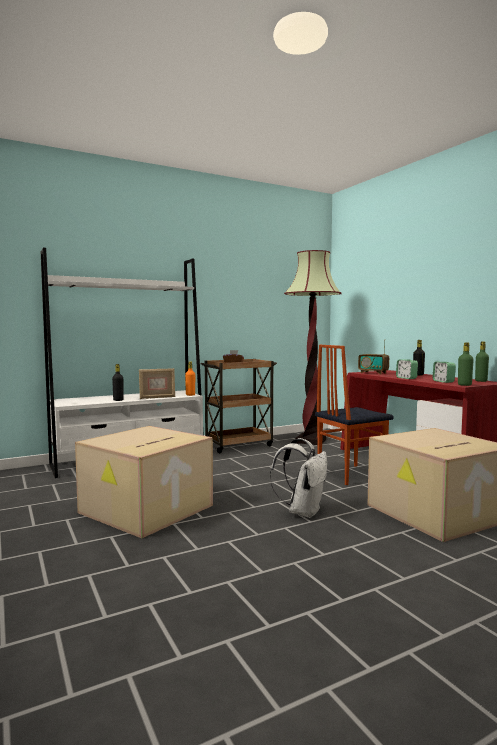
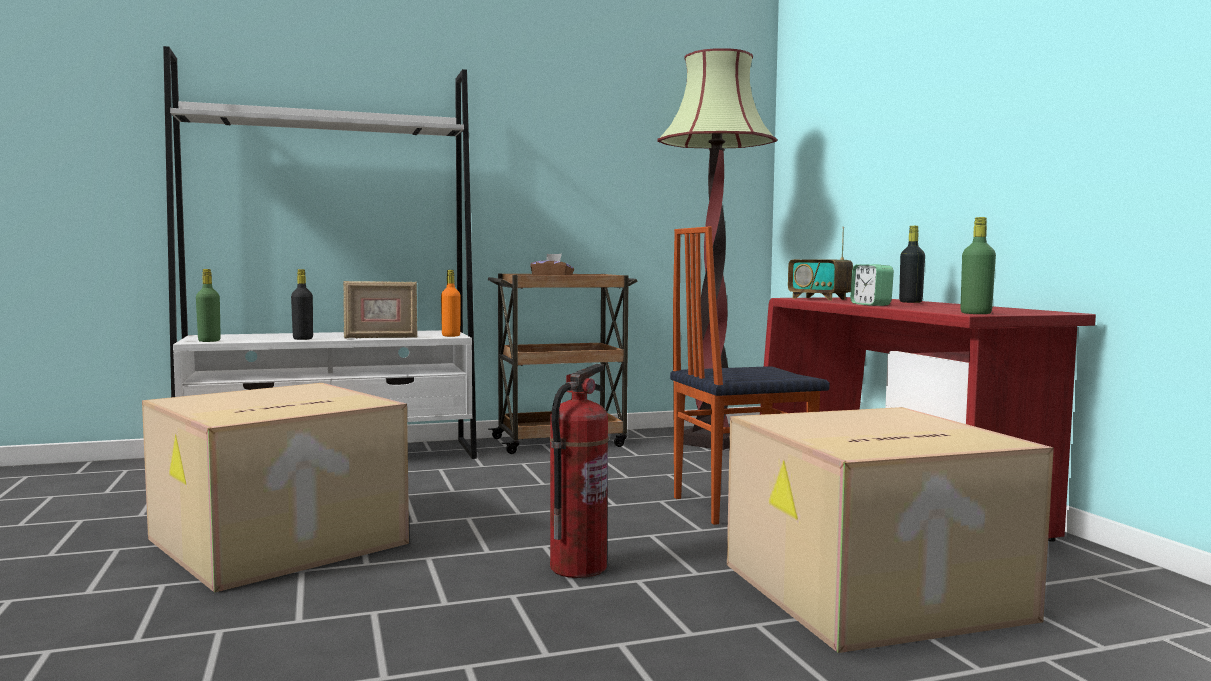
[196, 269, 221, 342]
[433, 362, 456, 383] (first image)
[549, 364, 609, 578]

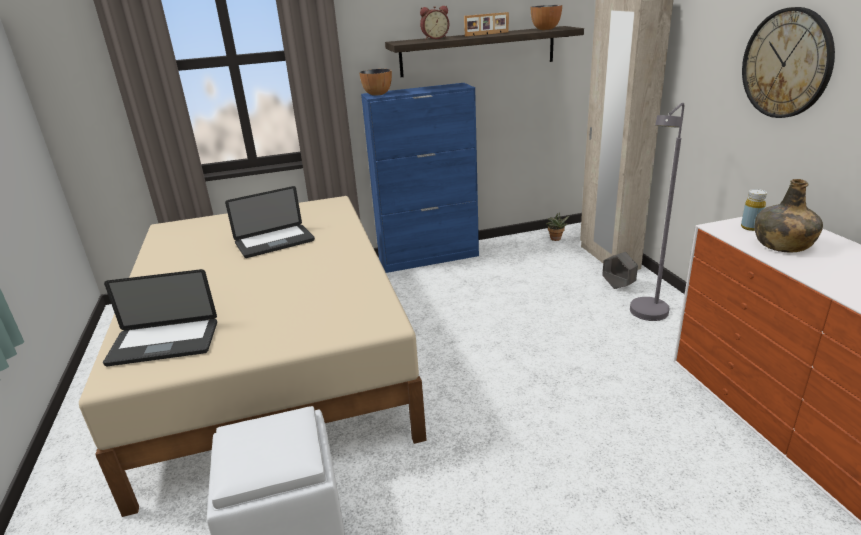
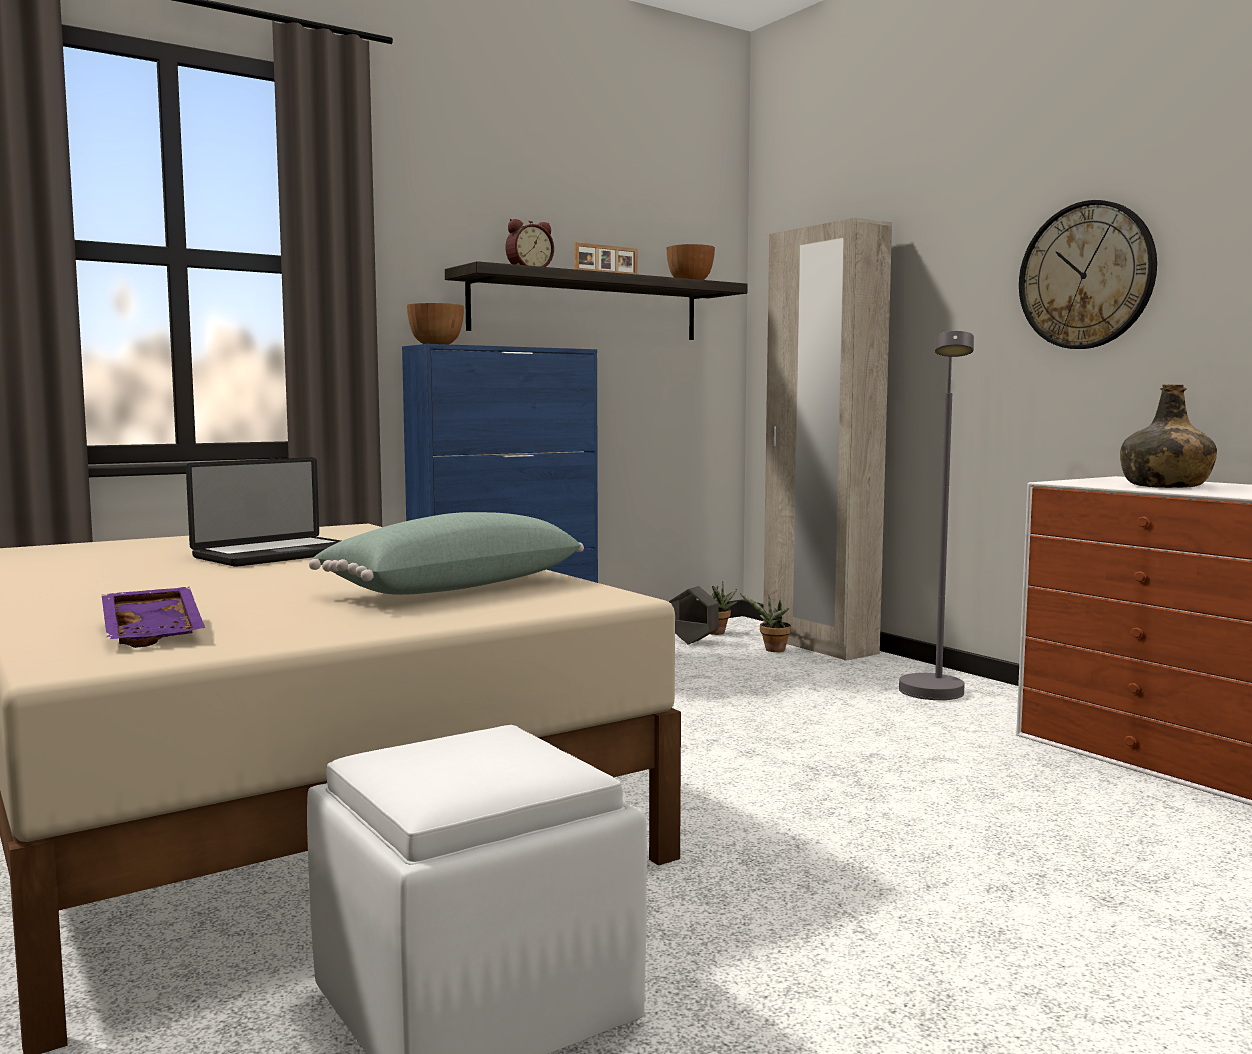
[741, 189, 767, 231] (first image)
[668, 586, 719, 645]
[102, 587, 205, 648]
[309, 512, 584, 595]
[740, 594, 791, 652]

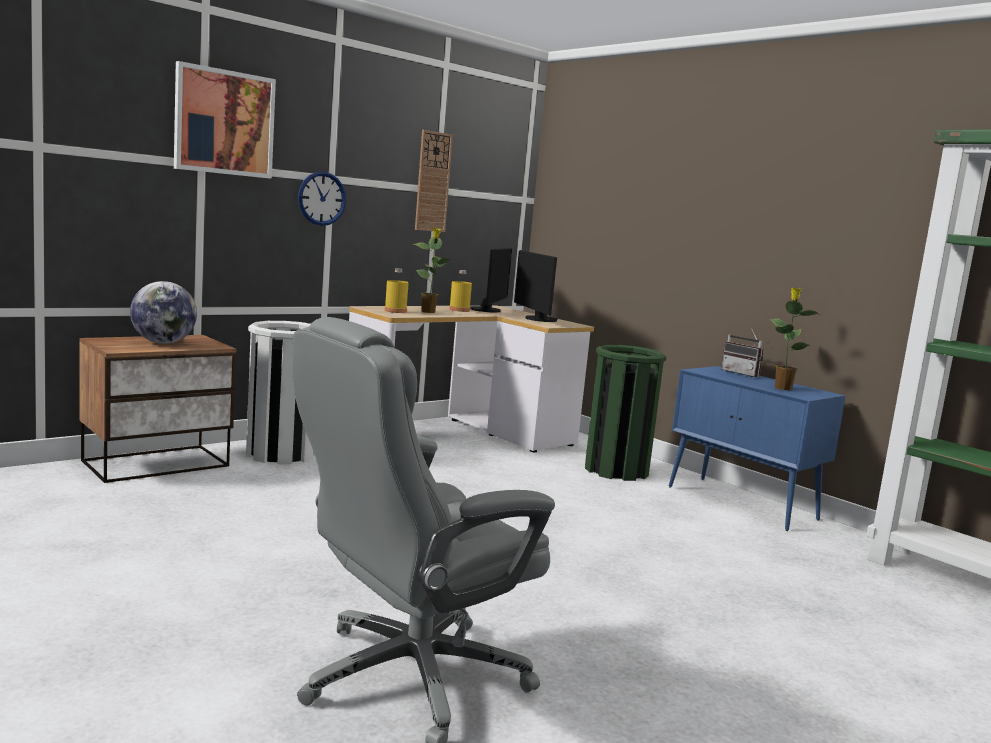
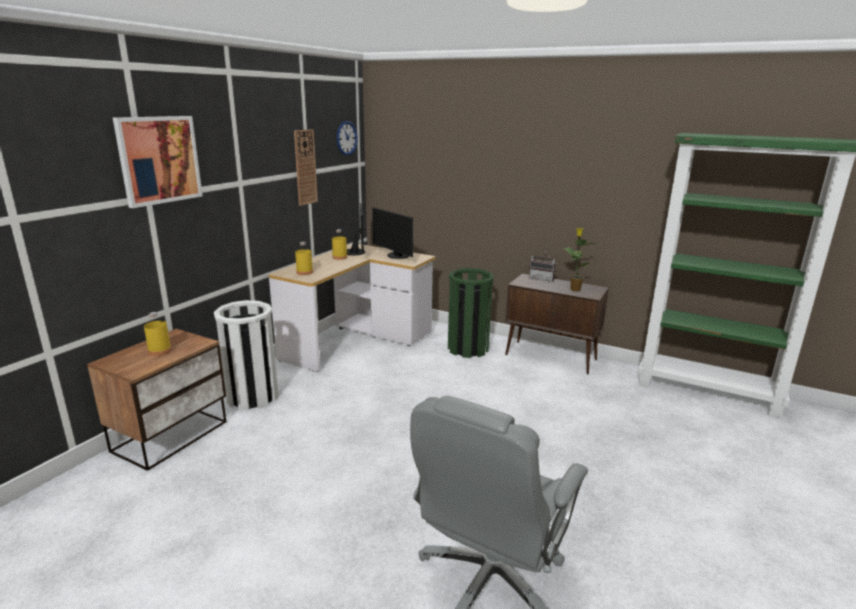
[337, 121, 357, 155]
[413, 228, 452, 313] (first image)
[144, 312, 172, 356]
[505, 274, 609, 375]

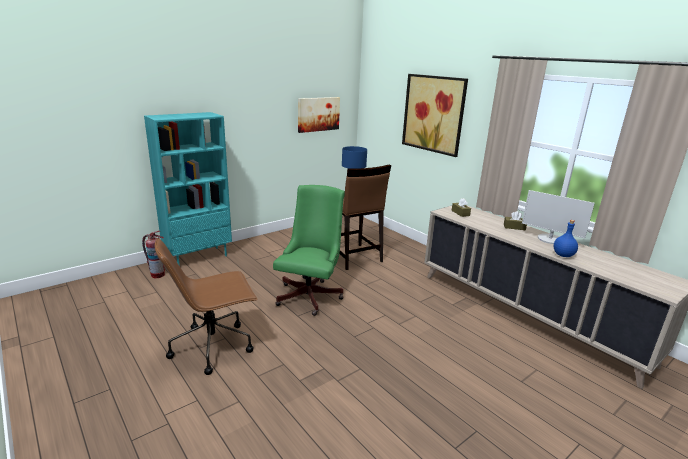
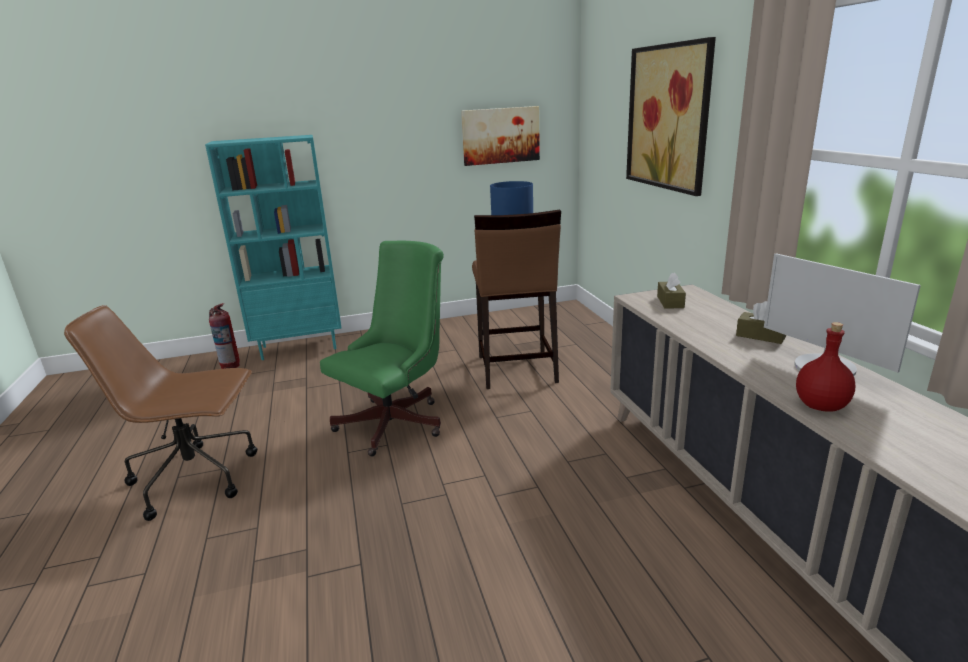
[796, 322, 855, 412]

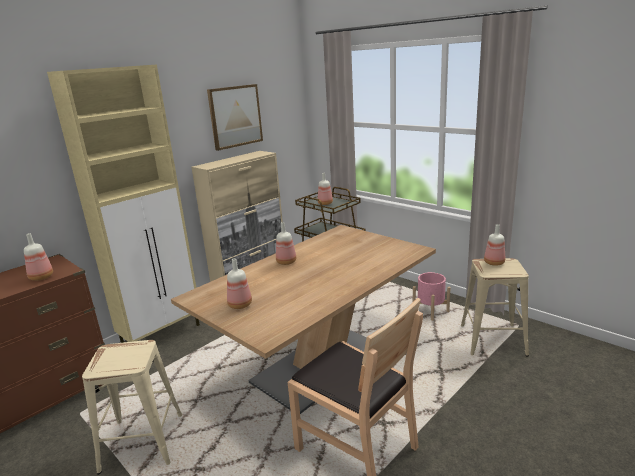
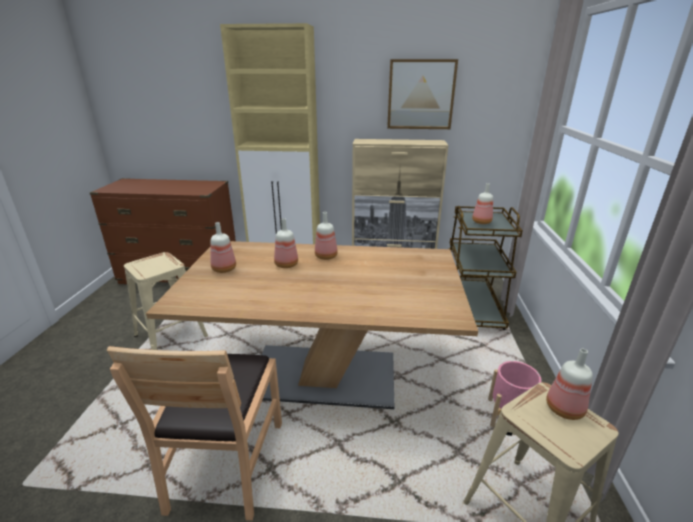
[274, 218, 298, 268]

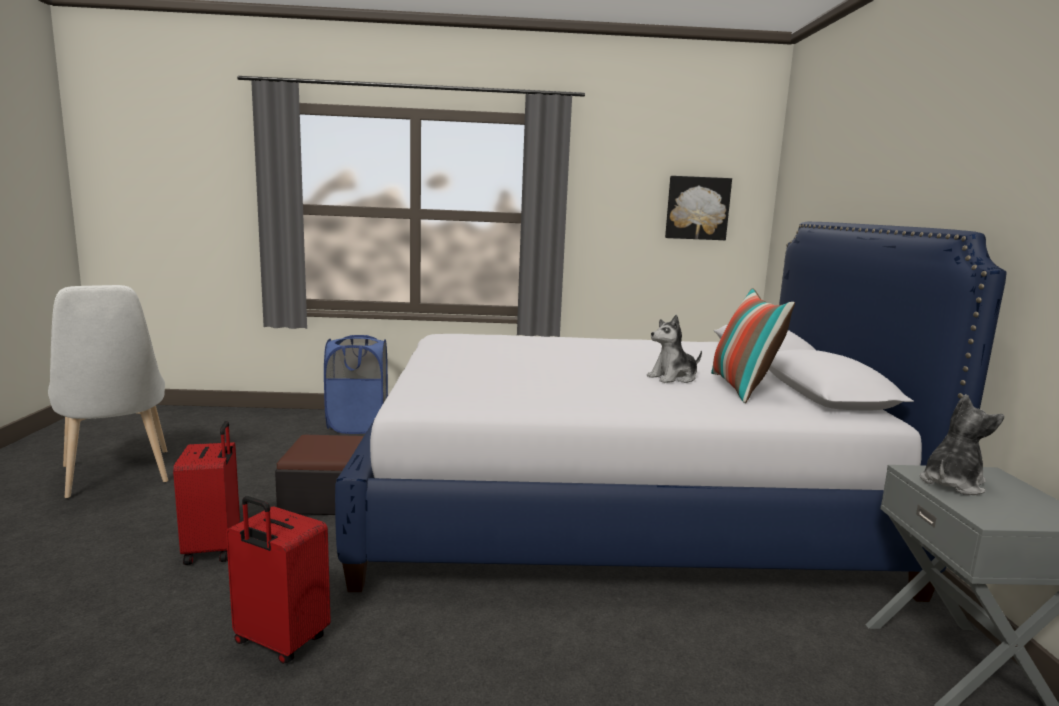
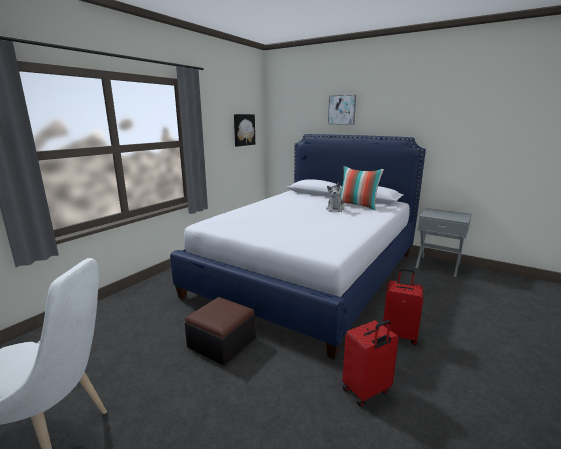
[324, 335, 388, 434] (first image)
[920, 394, 1005, 495] (first image)
[383, 268, 423, 345]
[328, 95, 356, 125]

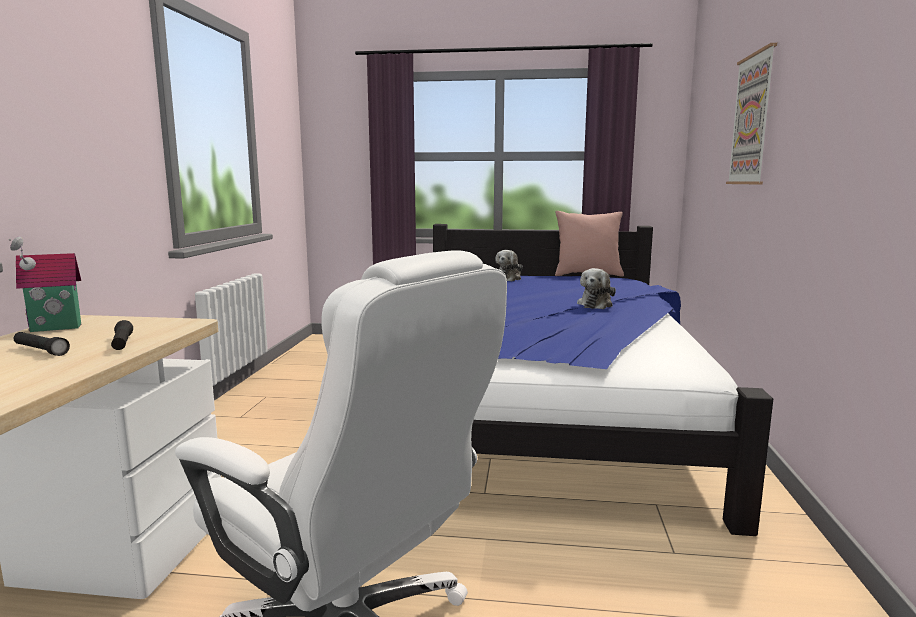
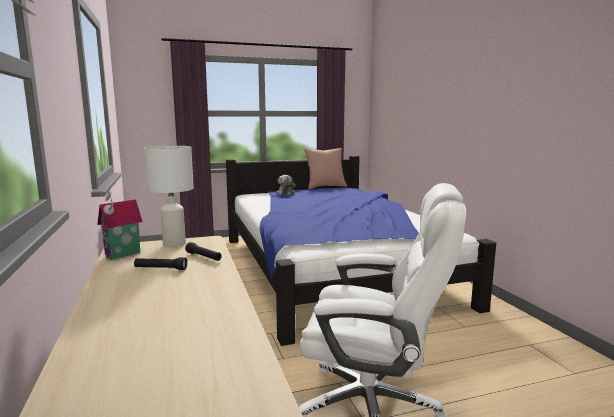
[726, 43, 777, 184] (first image)
[577, 268, 616, 309] (first image)
[144, 146, 194, 247]

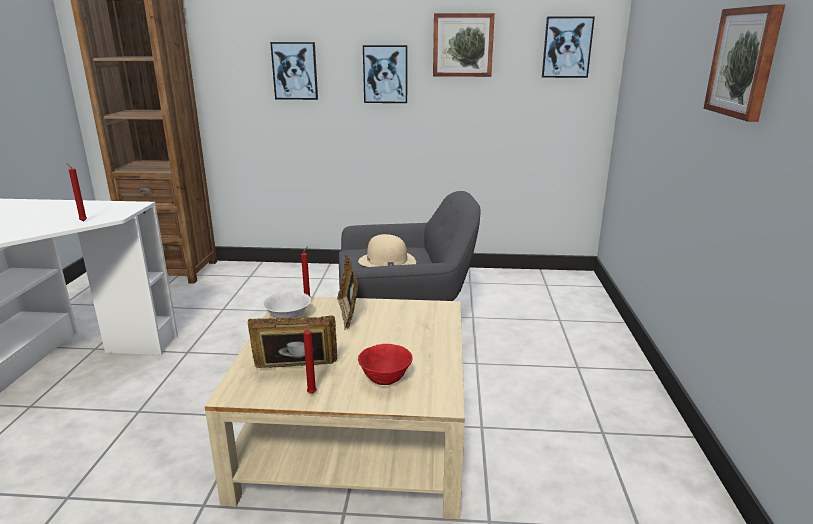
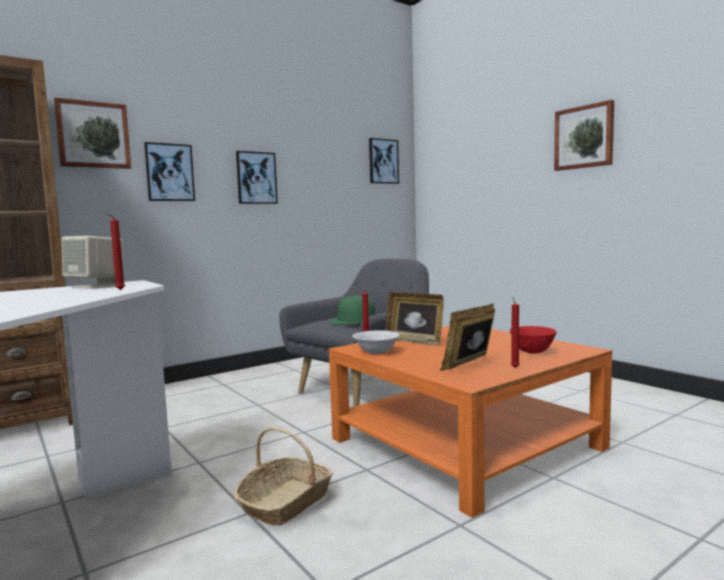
[54, 98, 131, 169]
[330, 296, 376, 324]
[329, 326, 612, 518]
[62, 236, 123, 289]
[233, 426, 333, 526]

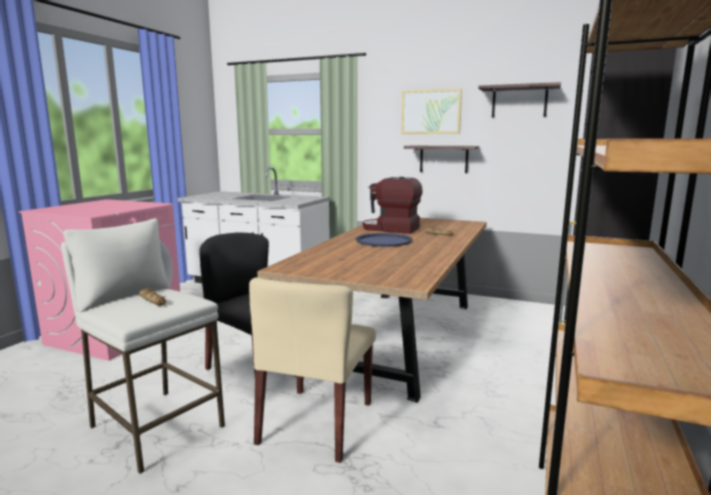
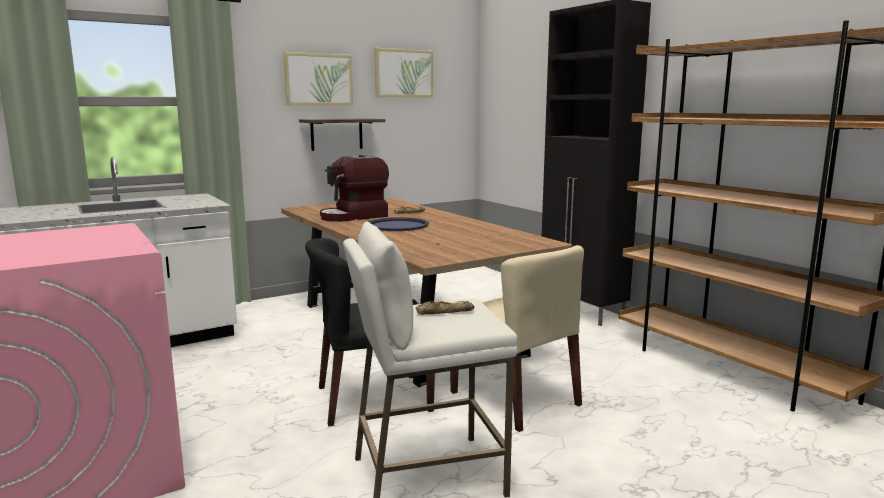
[374, 48, 433, 98]

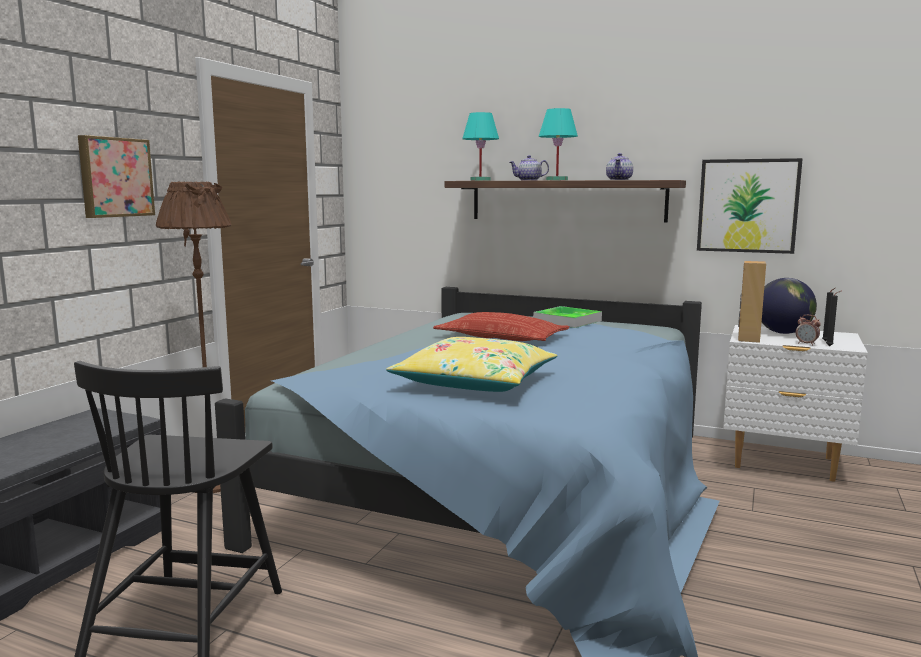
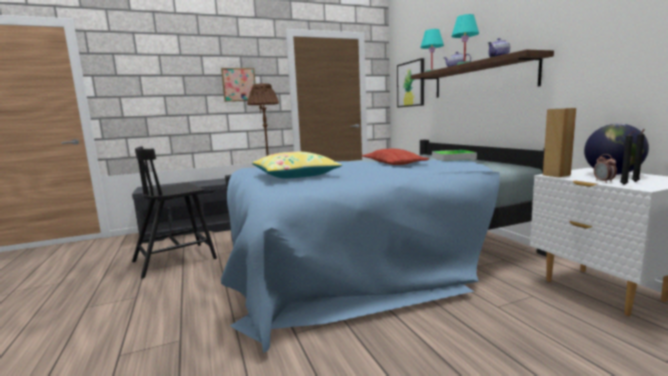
[397, 58, 424, 107]

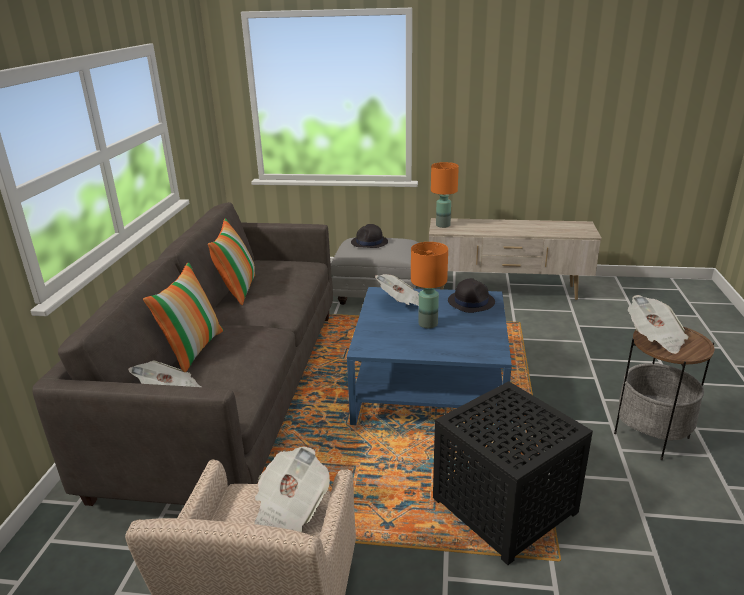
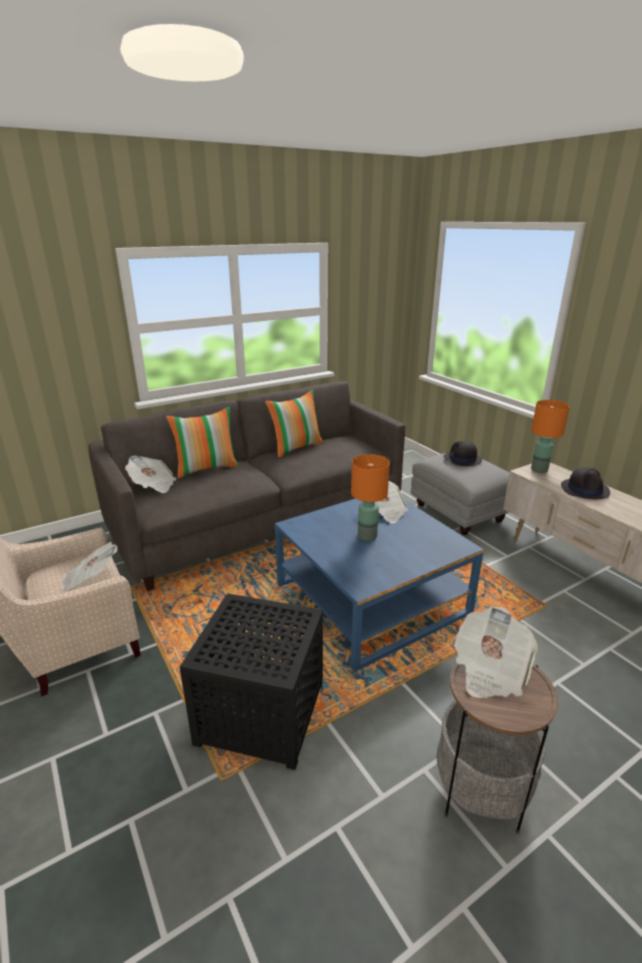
[561, 467, 610, 499]

